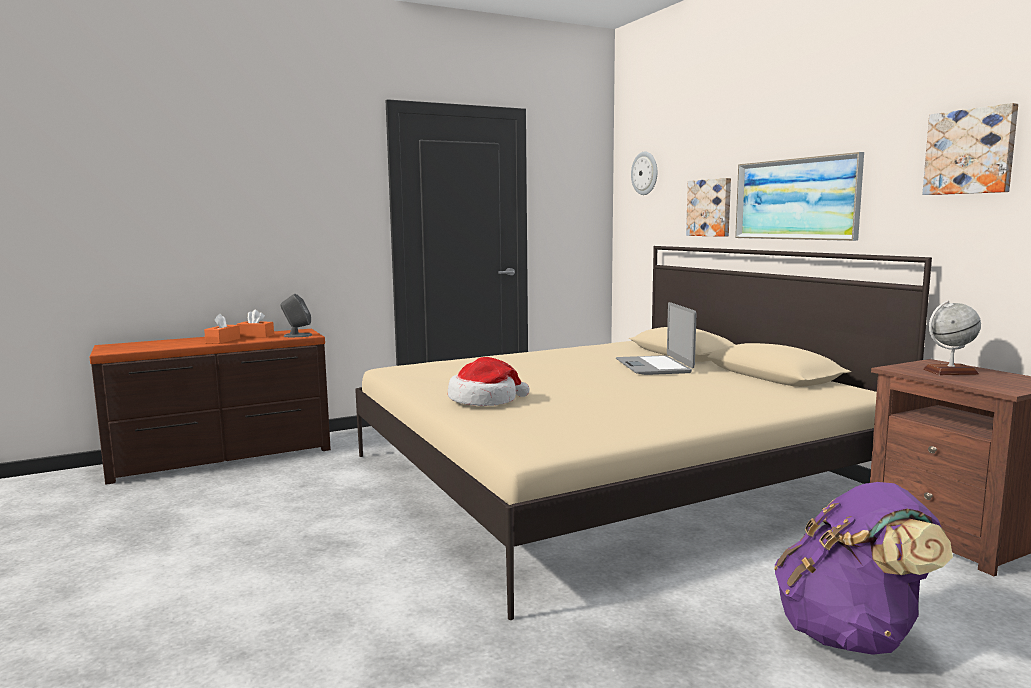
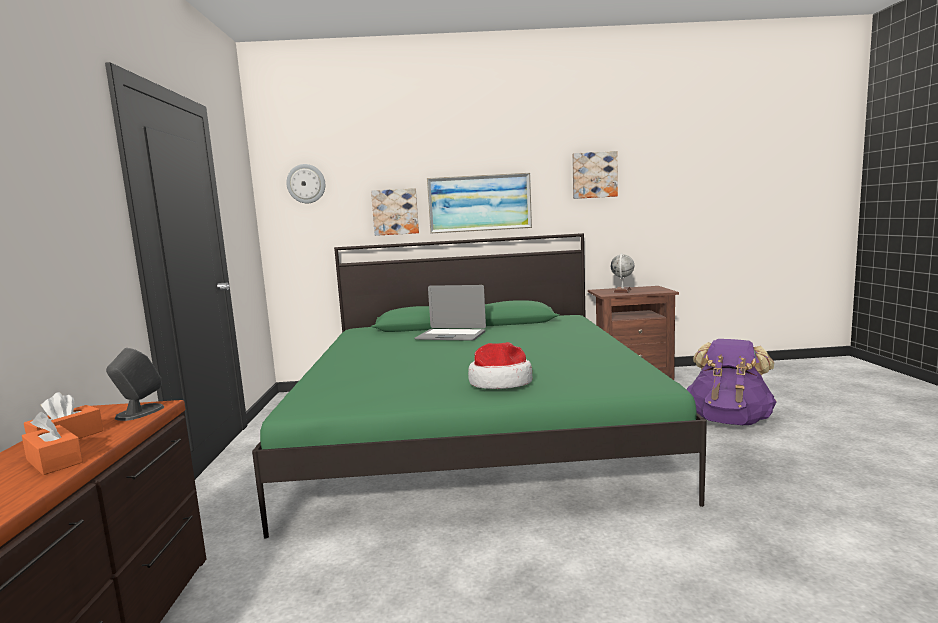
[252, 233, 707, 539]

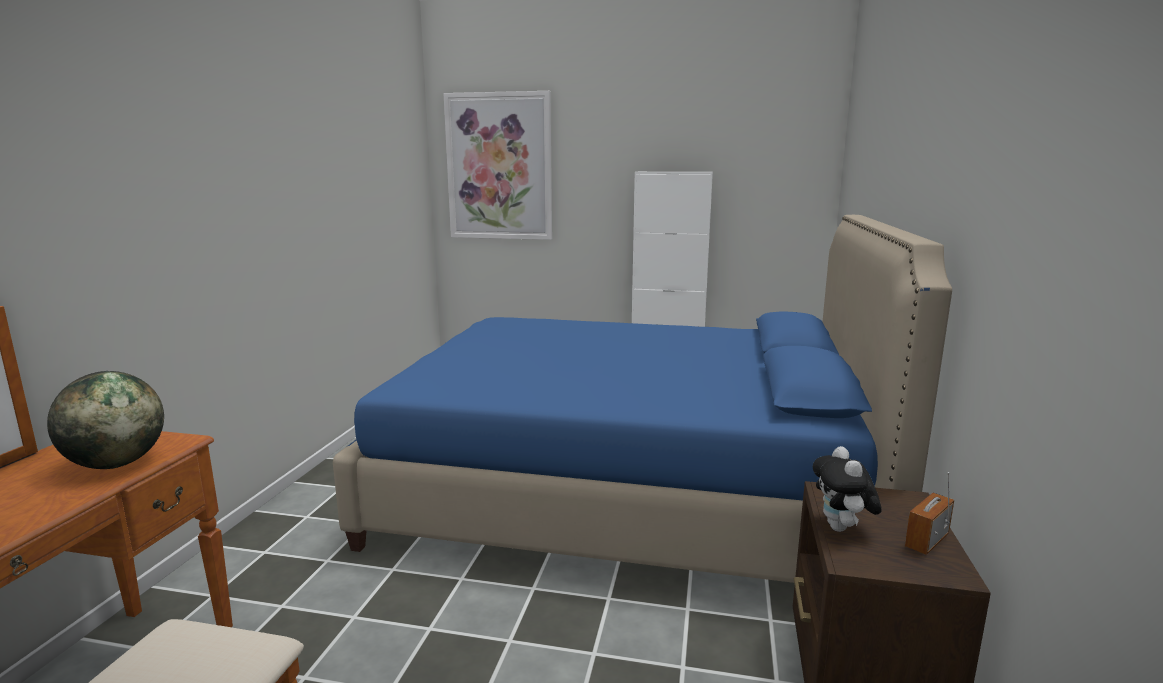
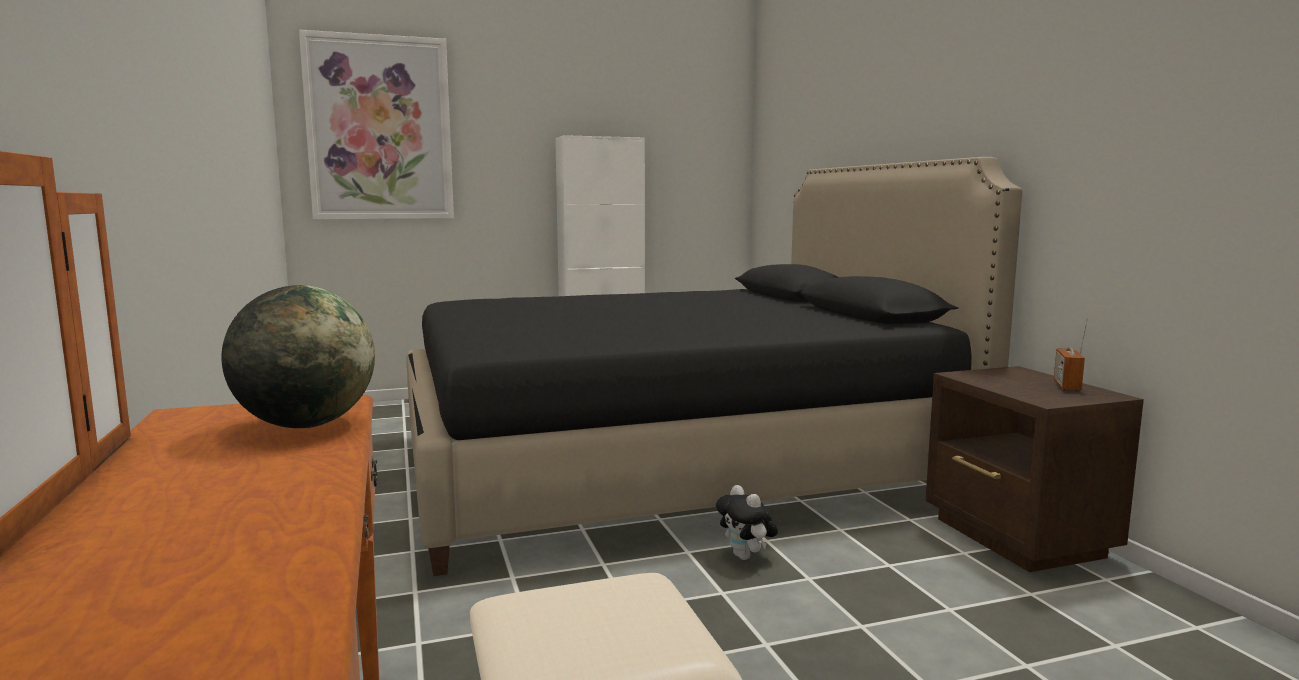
[406, 157, 1022, 576]
[716, 485, 778, 560]

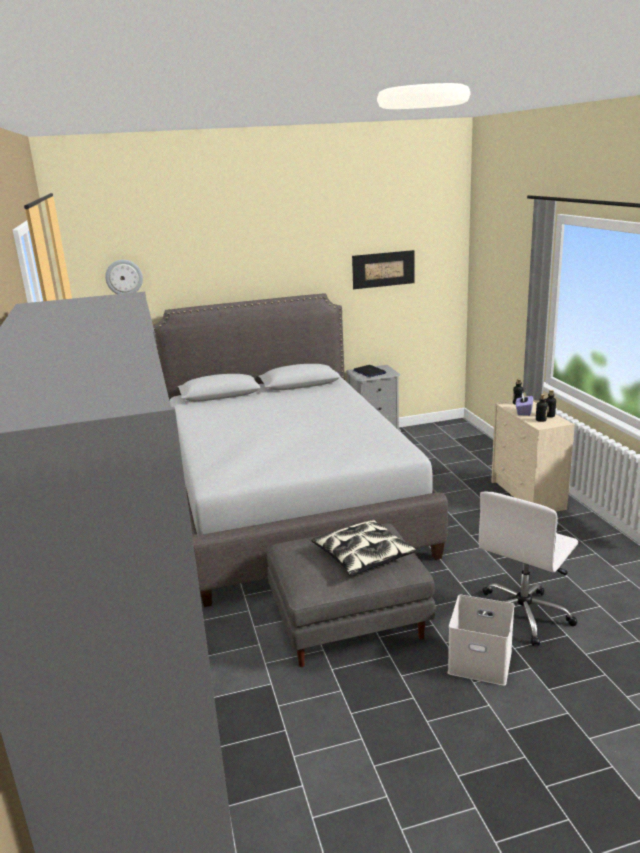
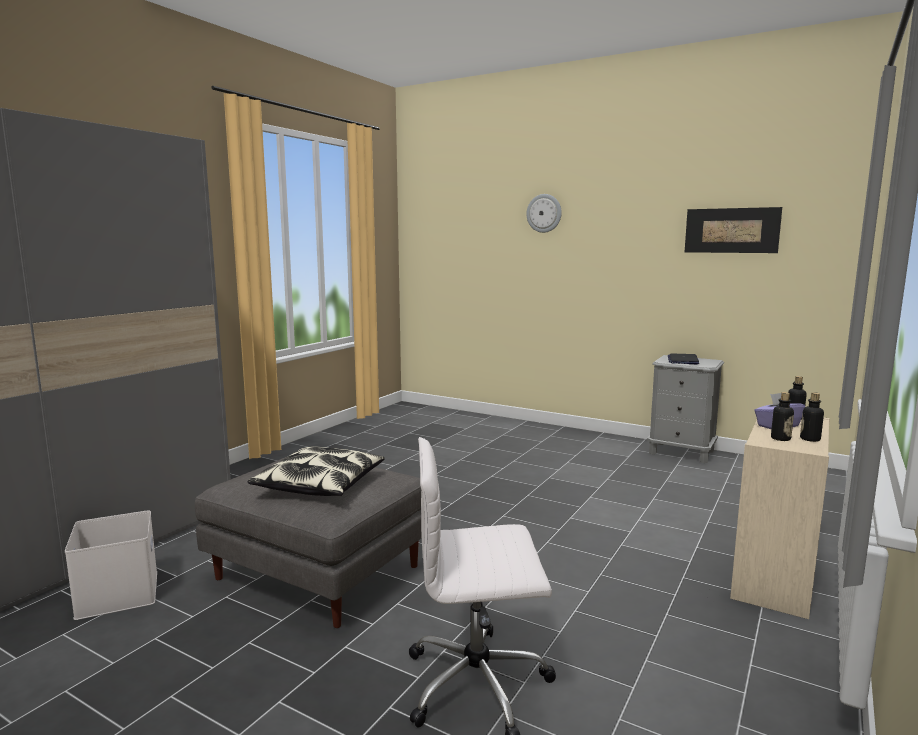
[526, 194, 562, 233]
[153, 293, 448, 607] (first image)
[65, 510, 157, 620]

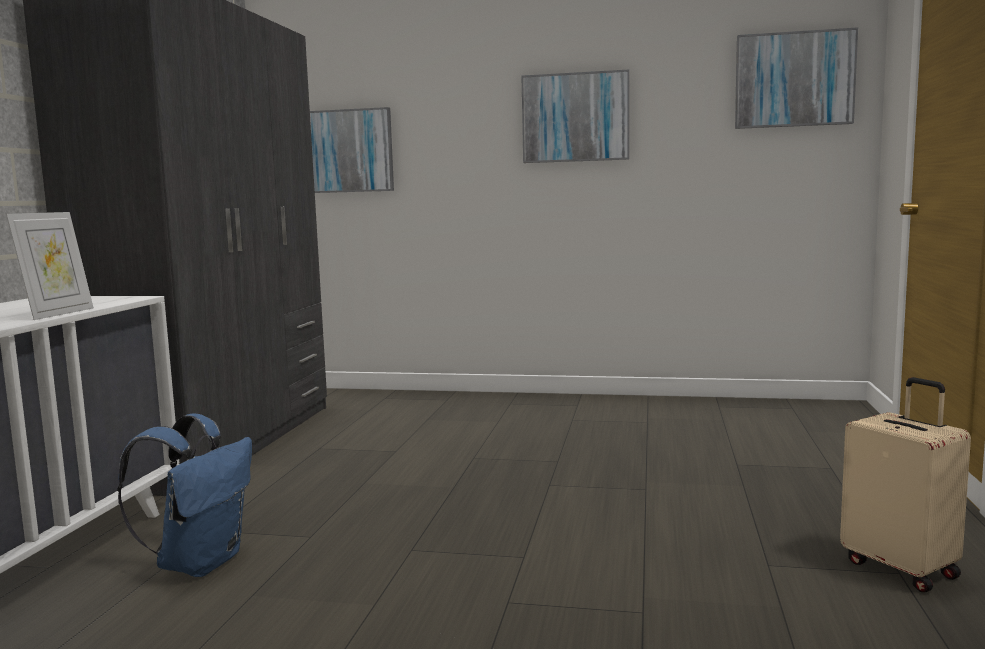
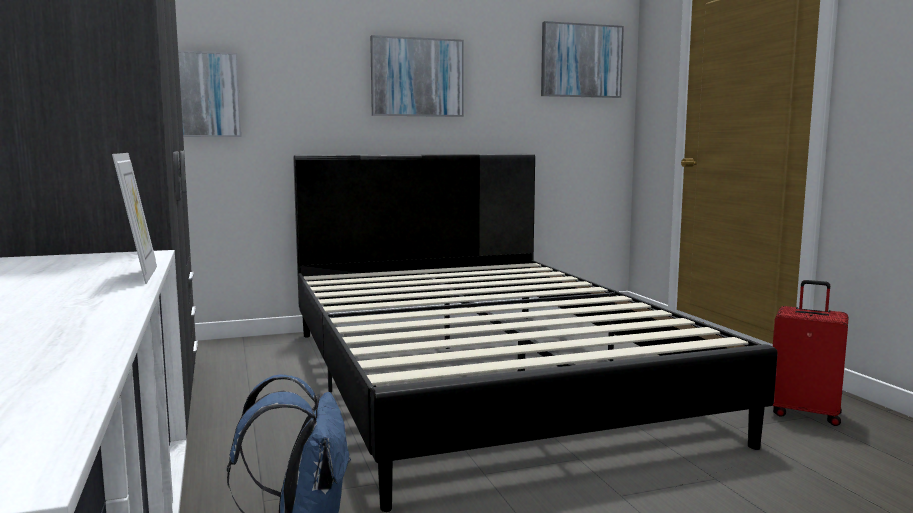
[773, 280, 849, 426]
[293, 154, 778, 512]

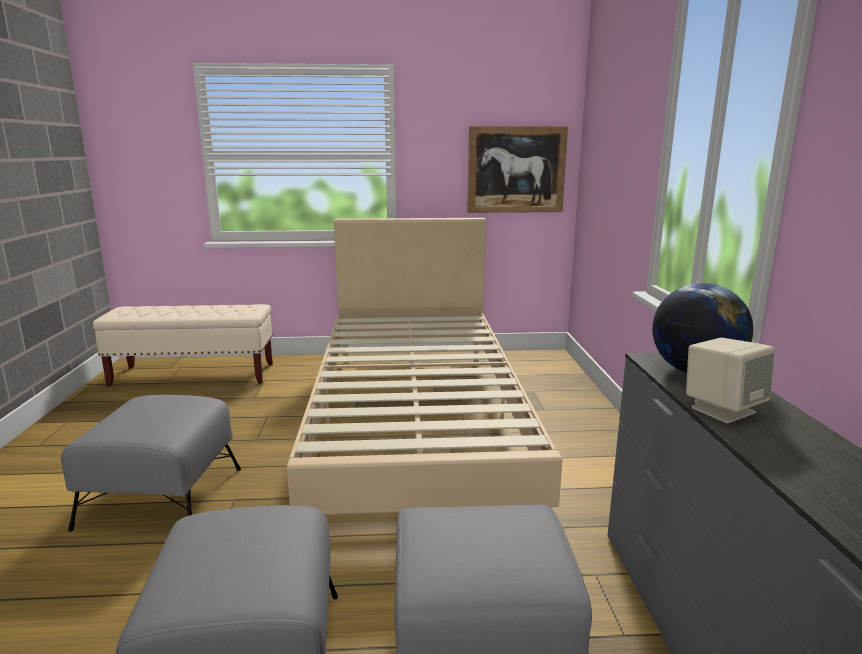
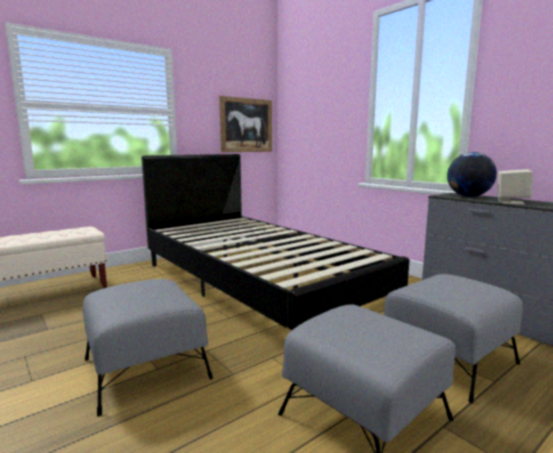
[141, 154, 409, 331]

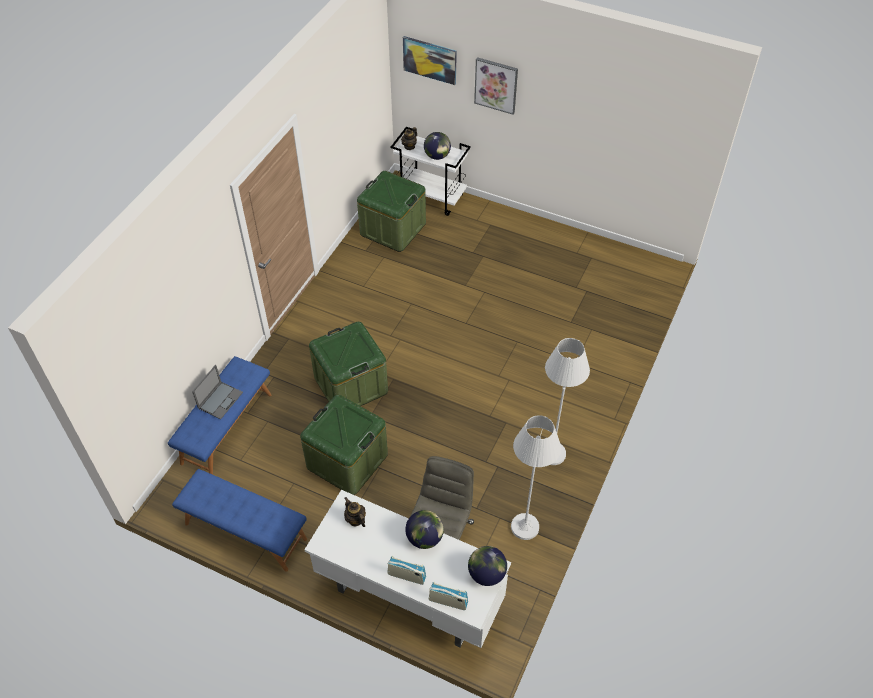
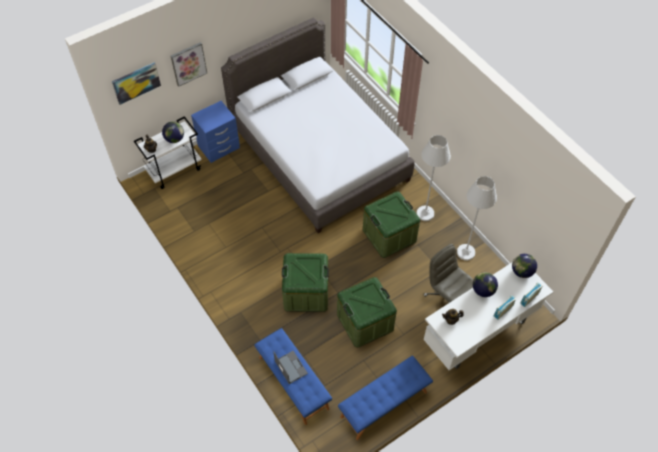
[363, 192, 420, 258]
[221, 17, 415, 233]
[191, 101, 240, 163]

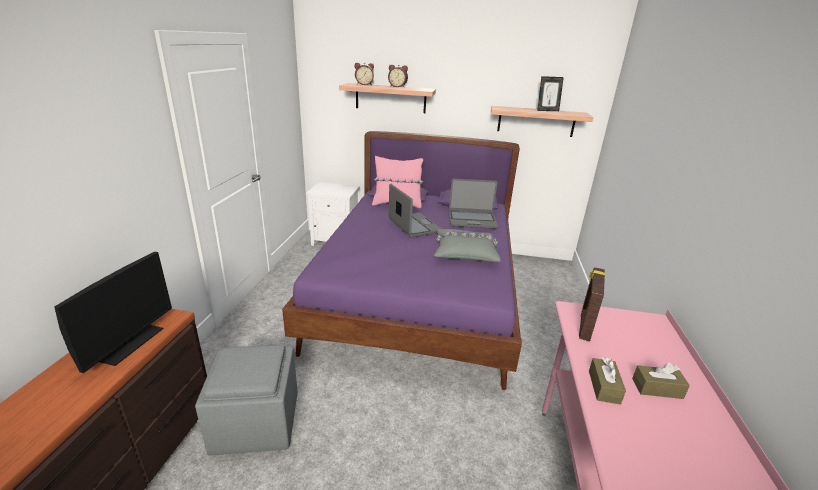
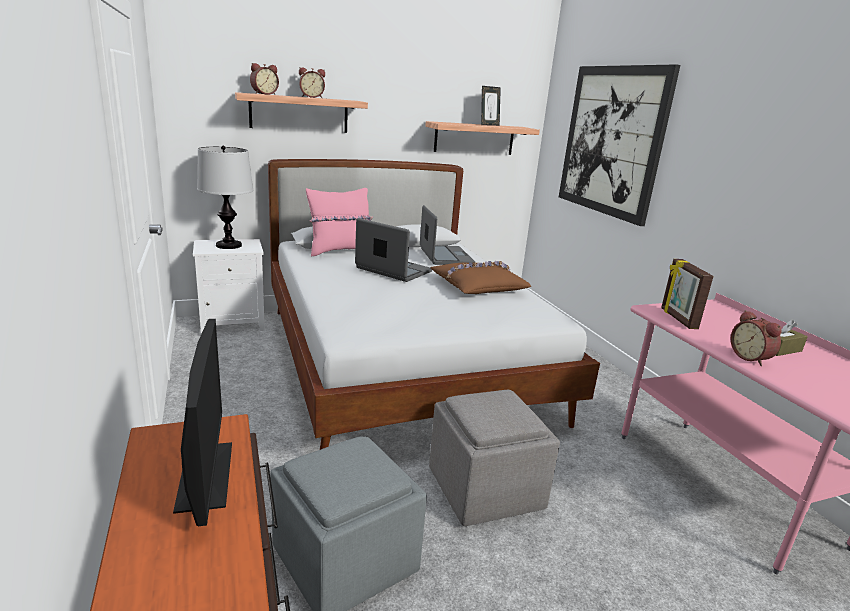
[268, 159, 600, 450]
[420, 205, 475, 265]
[430, 261, 531, 294]
[731, 310, 782, 366]
[559, 64, 680, 226]
[197, 146, 253, 249]
[429, 390, 560, 526]

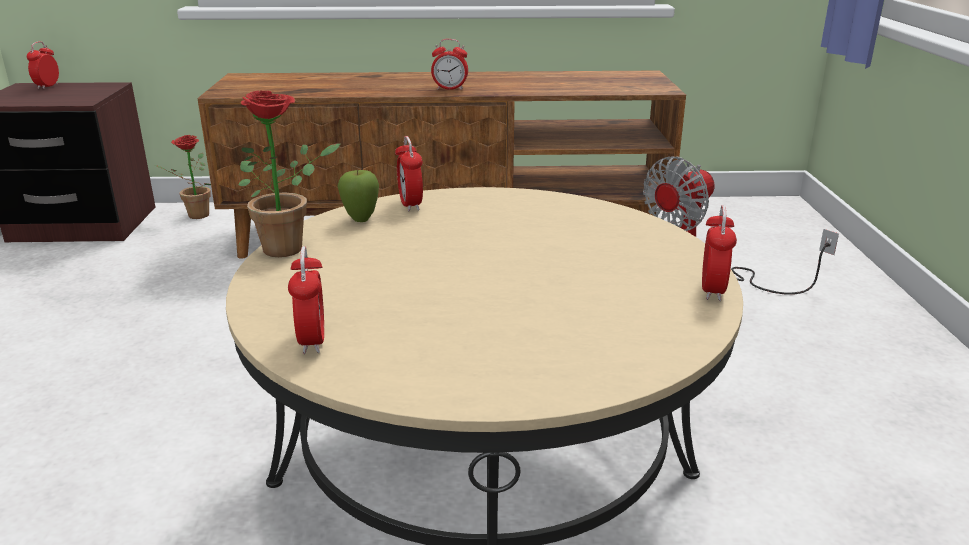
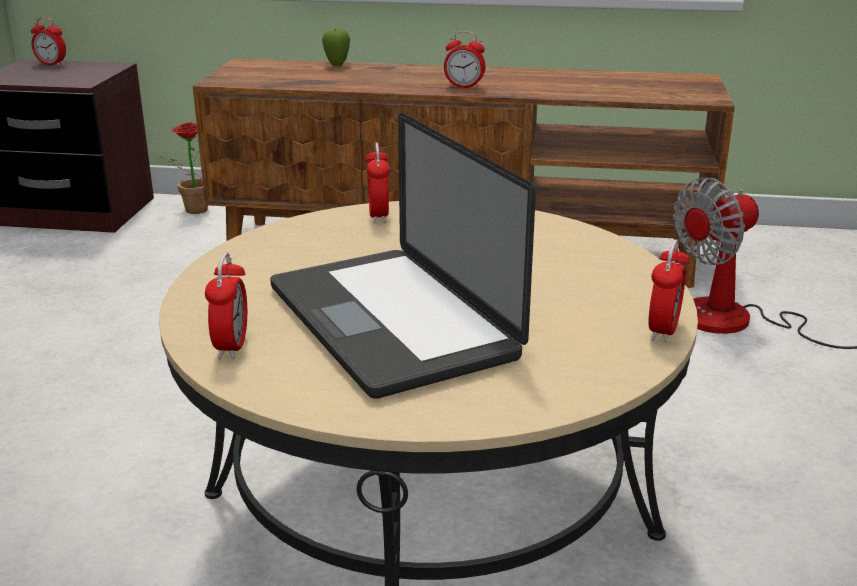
[31, 17, 66, 66]
[238, 91, 341, 257] (first image)
[322, 29, 350, 66]
[270, 113, 536, 399]

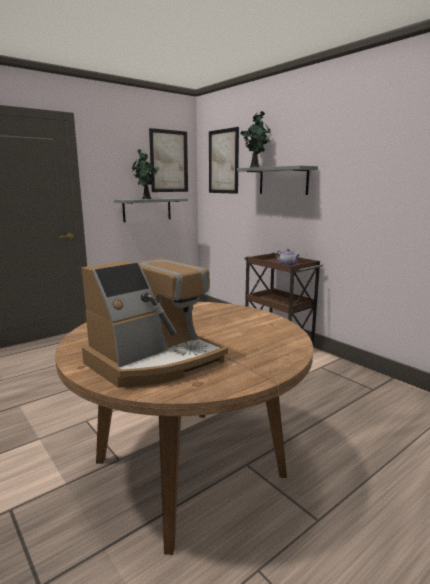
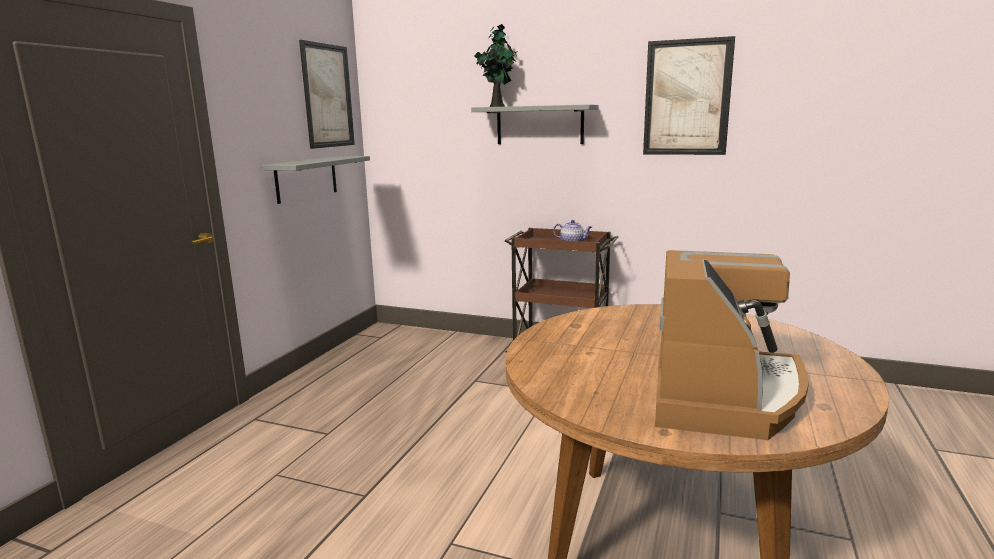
[643, 36, 735, 155]
[132, 149, 159, 199] (first image)

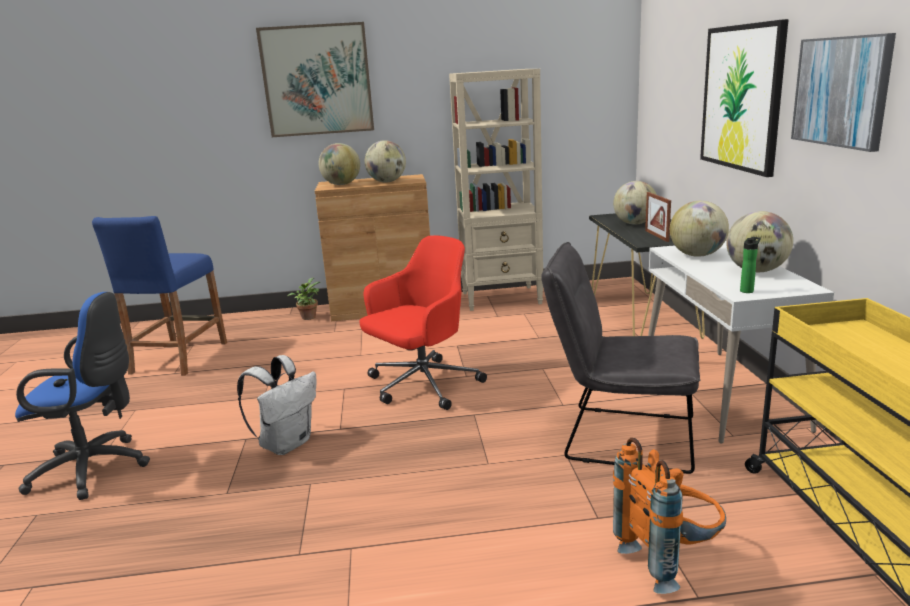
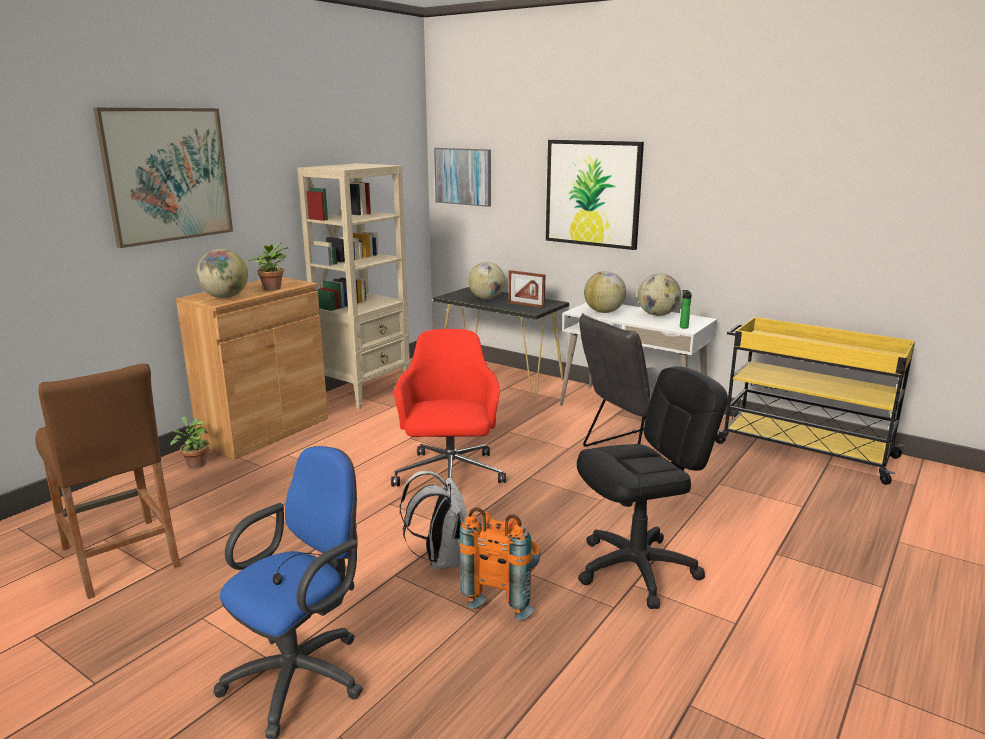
[434, 148, 491, 207]
[248, 243, 288, 291]
[35, 364, 181, 599]
[459, 507, 541, 620]
[577, 366, 728, 609]

